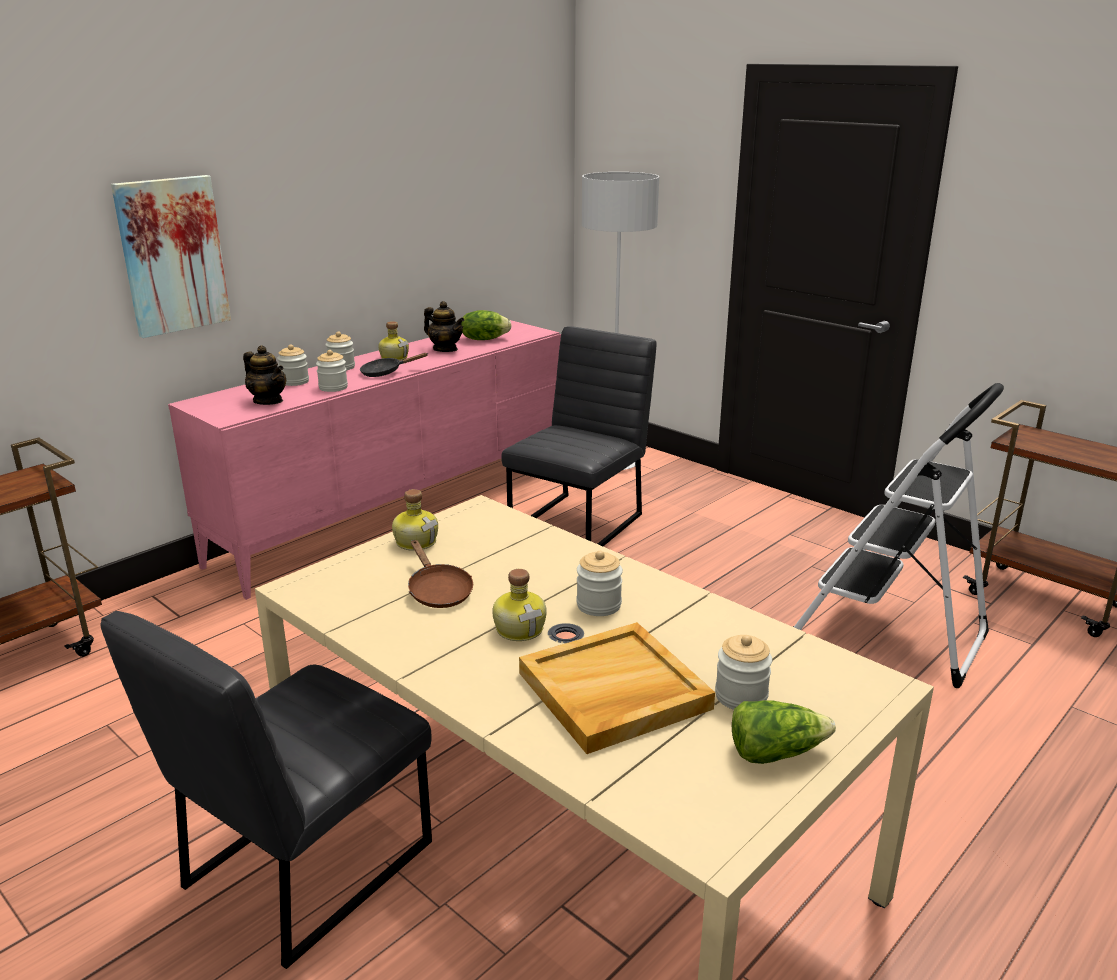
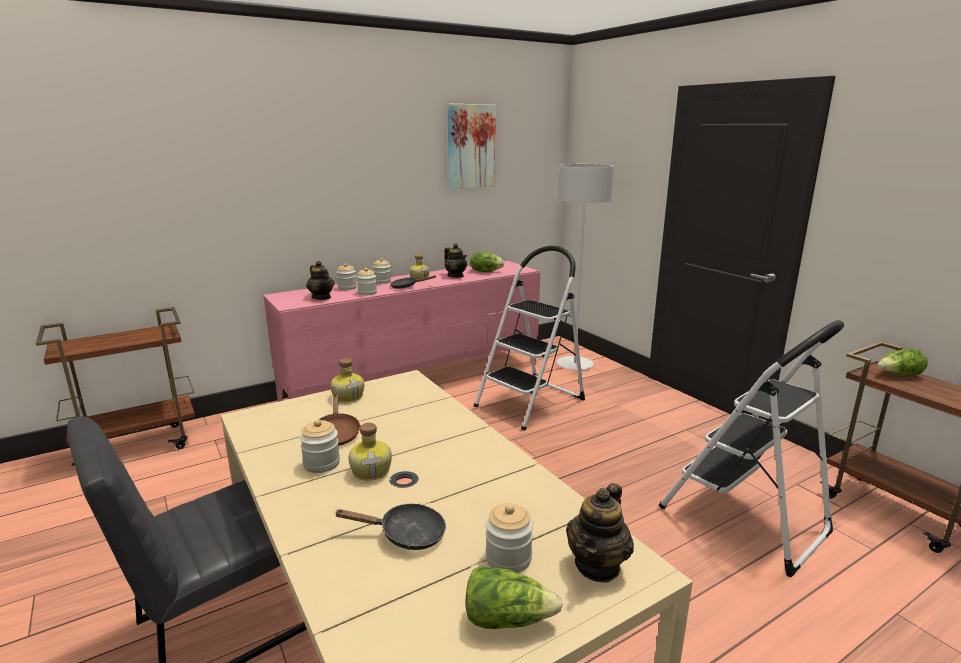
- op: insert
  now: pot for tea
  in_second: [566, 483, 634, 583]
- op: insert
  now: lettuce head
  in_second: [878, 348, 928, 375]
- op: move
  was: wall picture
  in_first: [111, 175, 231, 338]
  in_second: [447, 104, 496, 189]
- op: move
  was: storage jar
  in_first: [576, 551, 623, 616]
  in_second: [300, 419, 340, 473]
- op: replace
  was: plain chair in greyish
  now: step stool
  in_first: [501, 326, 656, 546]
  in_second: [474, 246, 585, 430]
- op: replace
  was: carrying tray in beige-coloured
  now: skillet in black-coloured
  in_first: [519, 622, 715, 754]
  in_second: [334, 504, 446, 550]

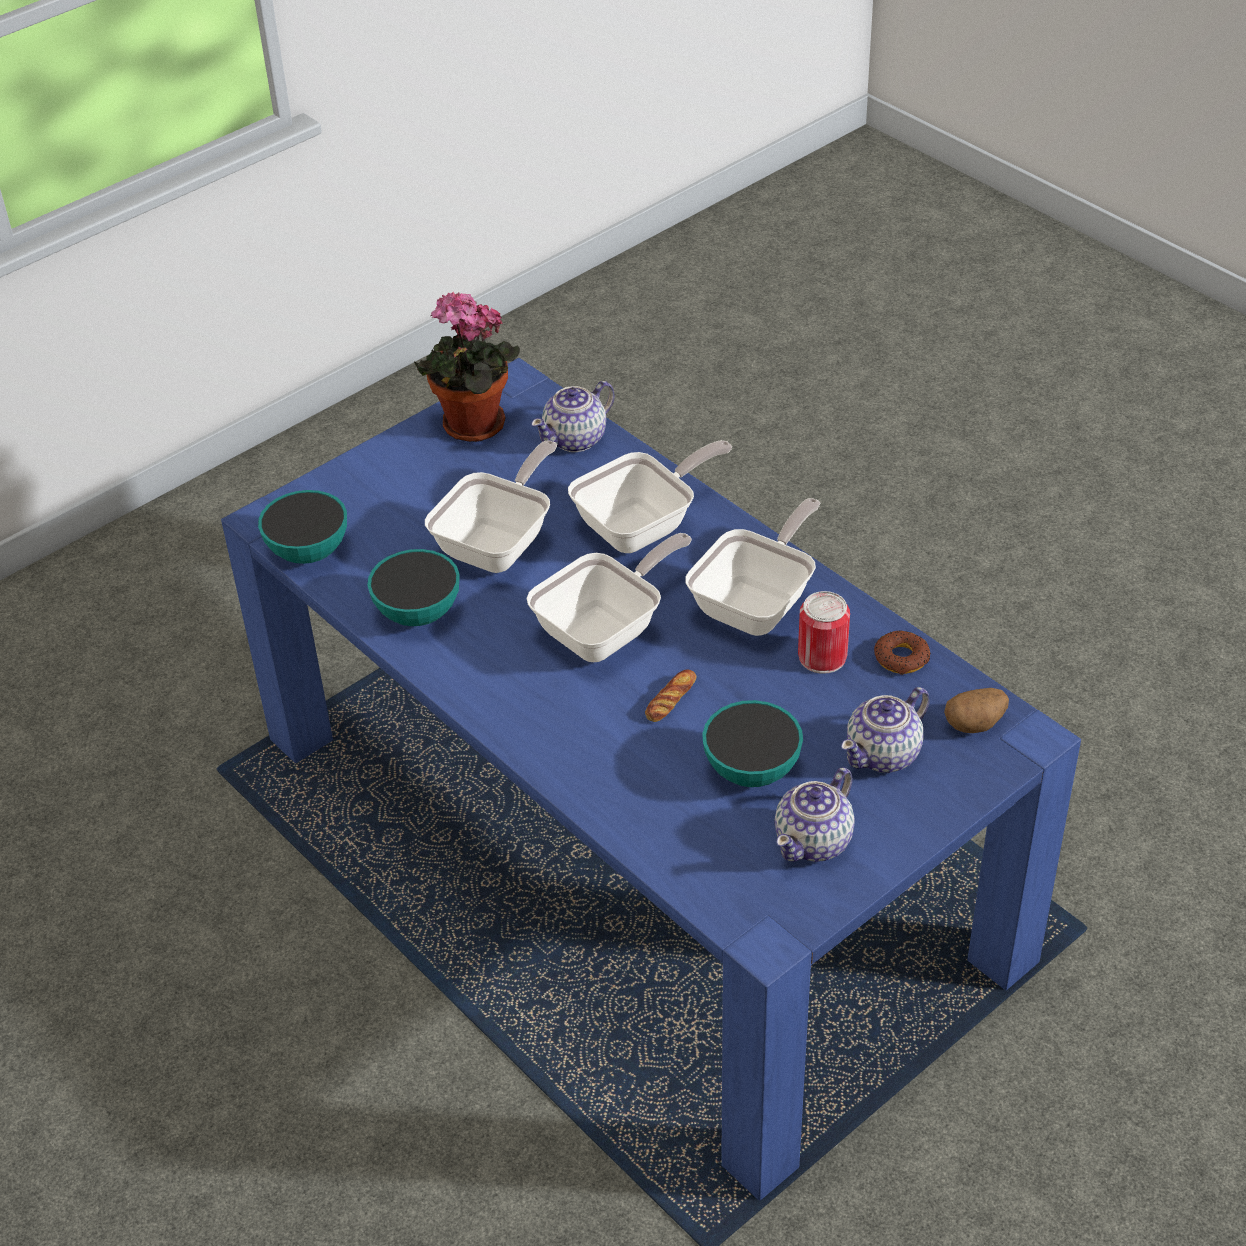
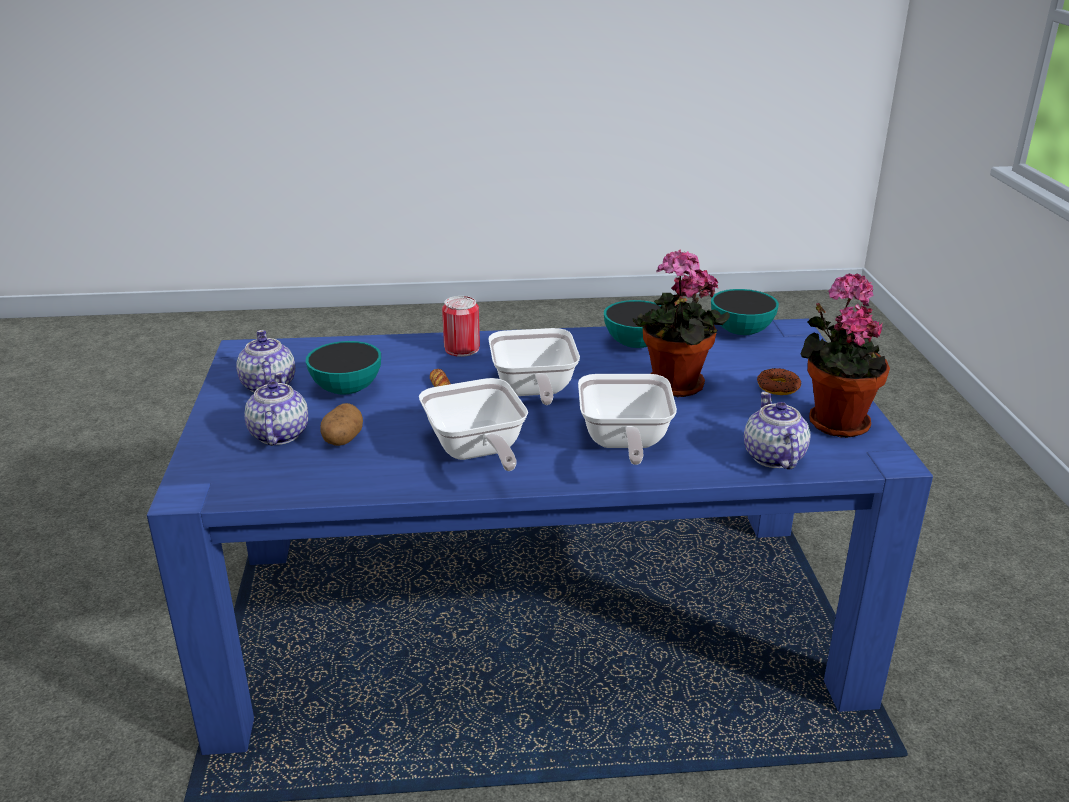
- op: move
  was: sealed can
  in_first: [798, 591, 850, 674]
  in_second: [442, 296, 480, 357]
- op: move
  was: ring doughnut
  in_first: [874, 630, 931, 675]
  in_second: [757, 368, 801, 395]
- op: move
  was: whole potato
  in_first: [944, 688, 1009, 733]
  in_second: [321, 403, 363, 446]
- op: replace
  was: skillet
  now: plant in a pot
  in_first: [425, 440, 557, 573]
  in_second: [633, 249, 730, 397]

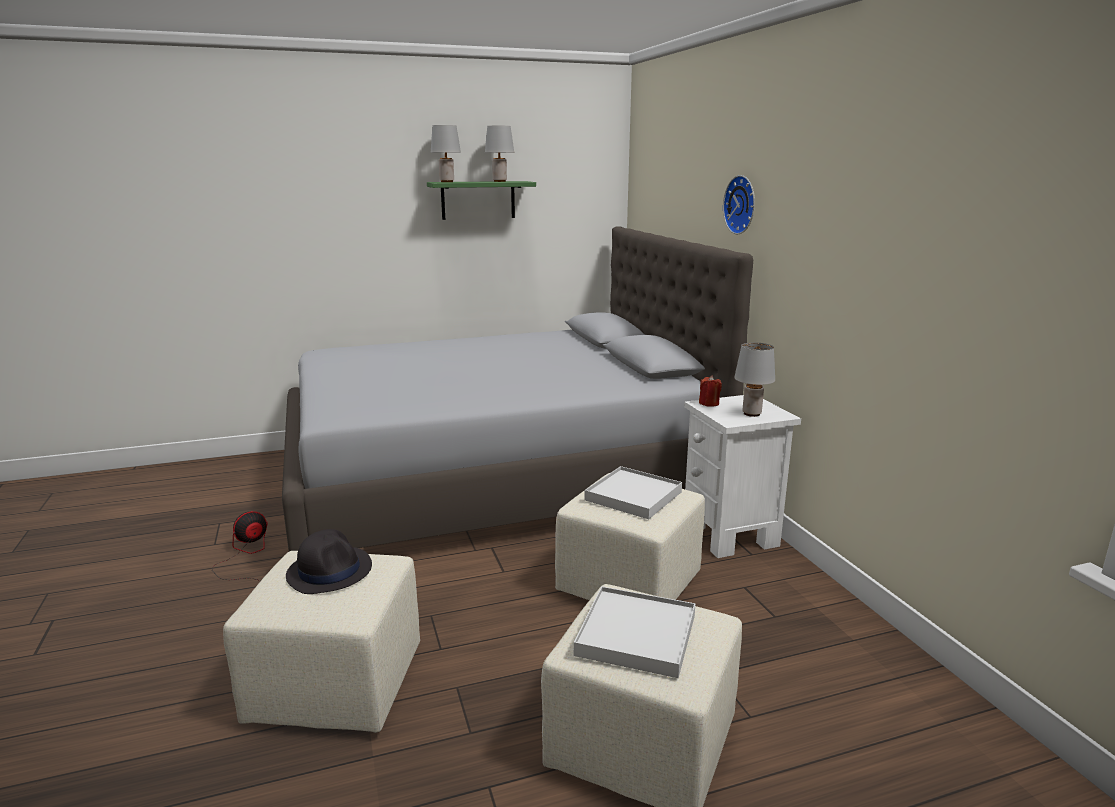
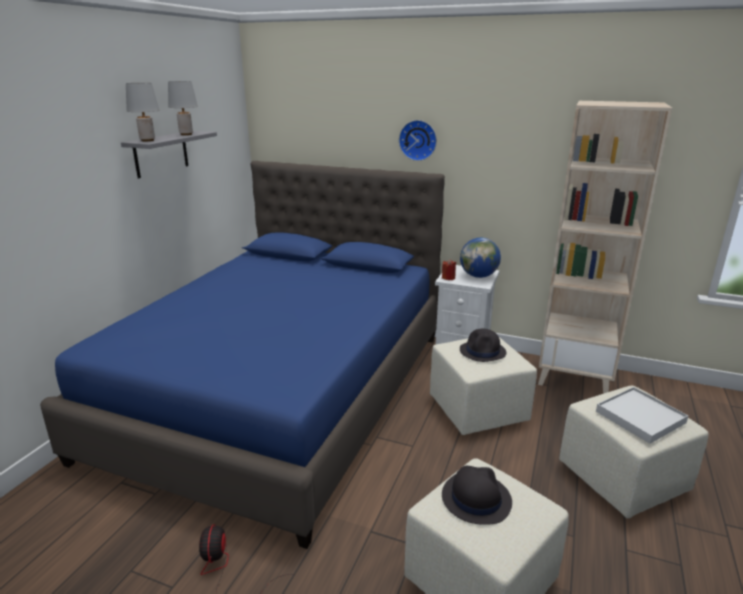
- op: insert
  now: bookcase in beige-coloured
  in_second: [538, 101, 672, 394]
- op: replace
  was: carrying tray in white-coloured
  now: clothing hat in black-coloured
  in_first: [584, 466, 682, 519]
  in_second: [460, 329, 506, 362]
- op: replace
  was: lamp for a table in greyish
  now: desk globe
  in_first: [734, 342, 775, 417]
  in_second: [460, 238, 501, 278]
- op: recolor
  was: bedroom bed in greyish
  now: bedroom bed in bluish
  in_first: [282, 226, 753, 551]
  in_second: [40, 161, 445, 549]
- op: recolor
  was: bracket shelf in green
  now: bracket shelf in greyish
  in_first: [427, 181, 536, 220]
  in_second: [121, 131, 217, 178]

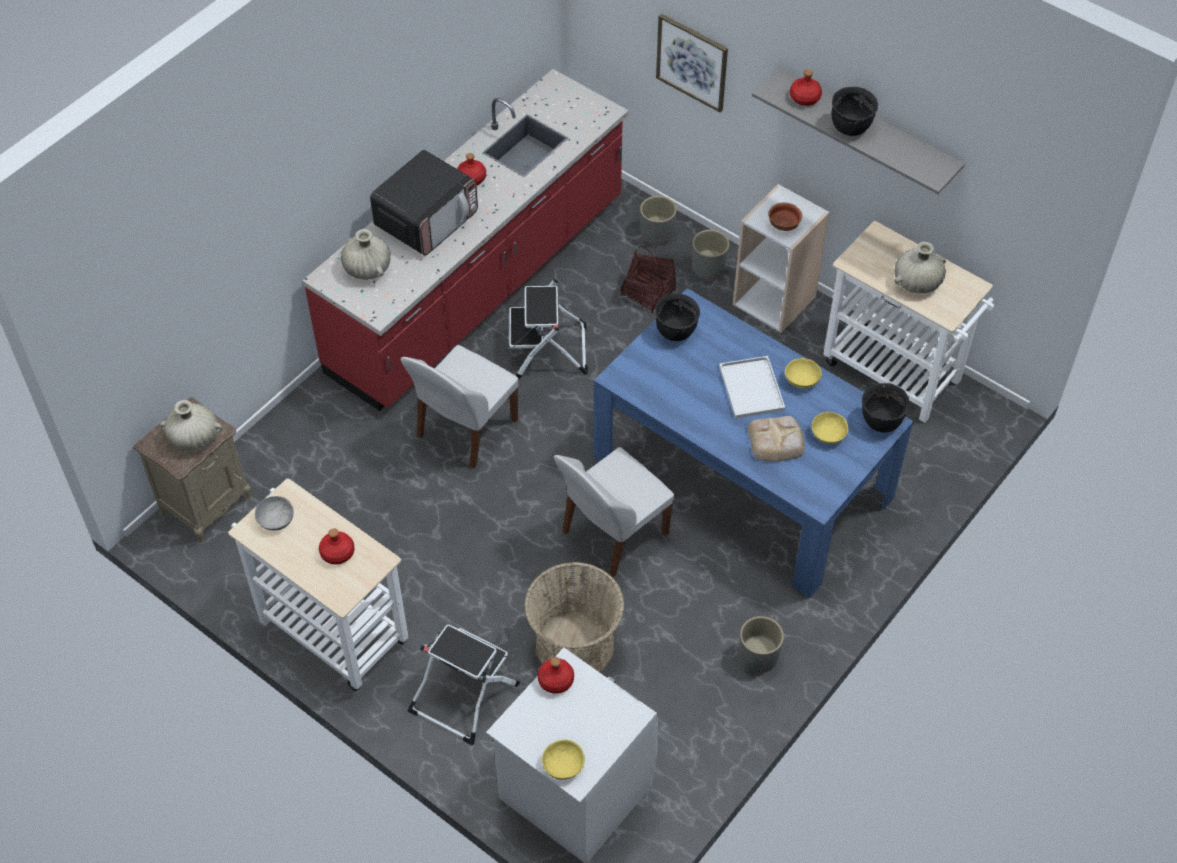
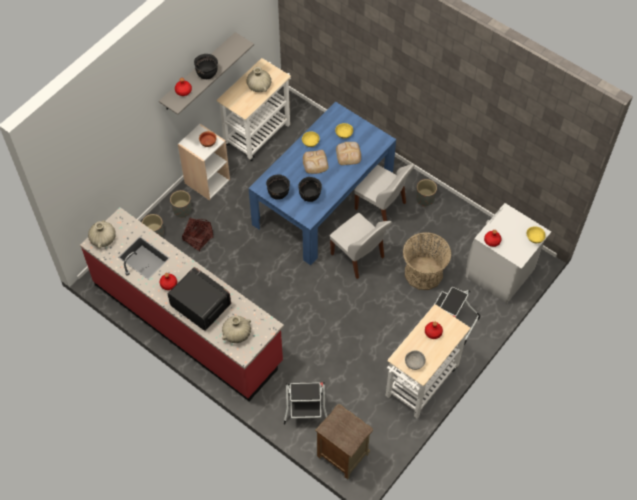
- op: delete
  was: wall picture
  in_first: [656, 14, 728, 112]
- op: move
  was: vase in beige-coloured
  in_first: [160, 400, 222, 451]
  in_second: [88, 220, 116, 248]
- op: move
  was: plain chair in white-coloured
  in_first: [401, 345, 518, 469]
  in_second: [354, 164, 415, 221]
- op: move
  was: step stool
  in_first: [509, 279, 588, 379]
  in_second: [284, 382, 327, 424]
- op: move
  was: saucepot in black-coloured
  in_first: [862, 383, 909, 433]
  in_second: [298, 177, 322, 202]
- op: replace
  was: carrying tray in white-coloured
  now: baked bread
  in_first: [719, 356, 785, 419]
  in_second: [303, 150, 329, 174]

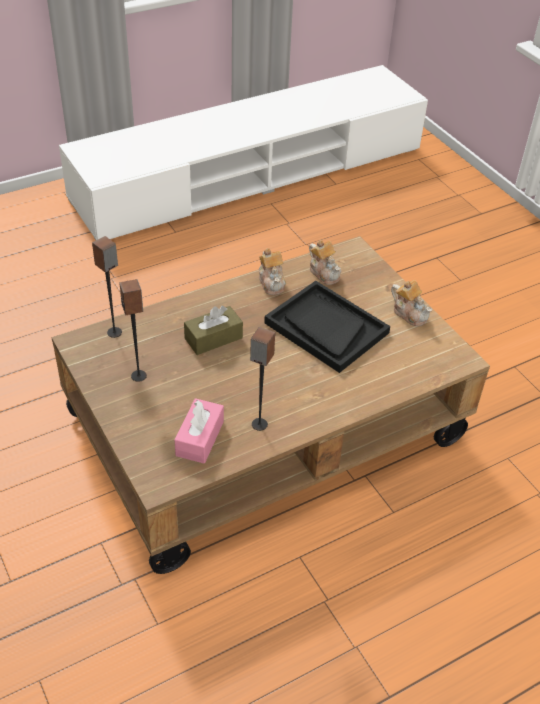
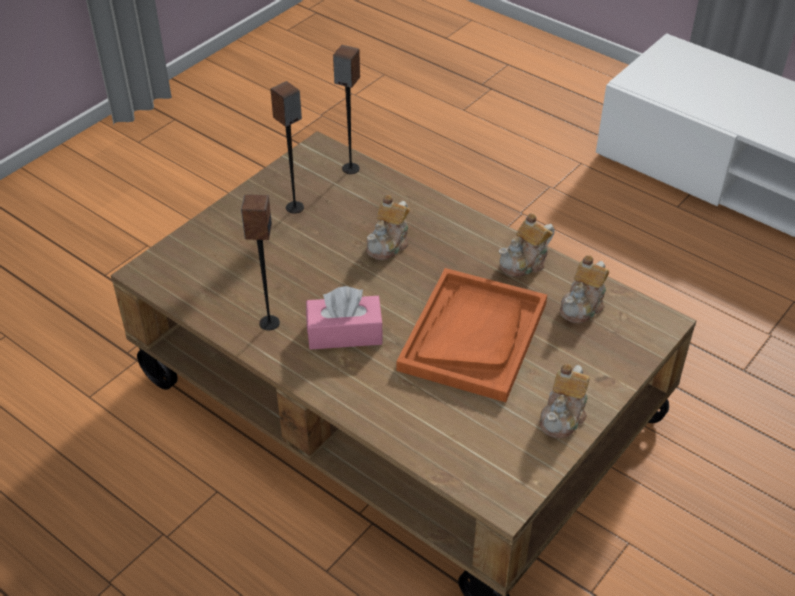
- op: move
  was: box of tissues in pinkish
  in_first: [175, 398, 224, 463]
  in_second: [306, 286, 382, 350]
- op: replace
  was: box of tissues in brown
  now: pot for tea
  in_first: [184, 306, 243, 355]
  in_second: [367, 195, 410, 260]
- op: recolor
  was: carrying tray in black-coloured
  now: carrying tray in orange-coloured
  in_first: [264, 281, 390, 373]
  in_second: [397, 268, 547, 402]

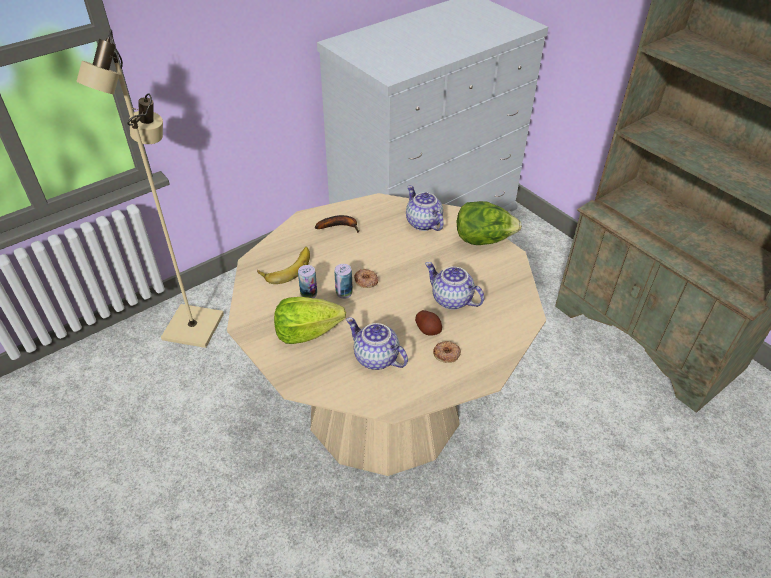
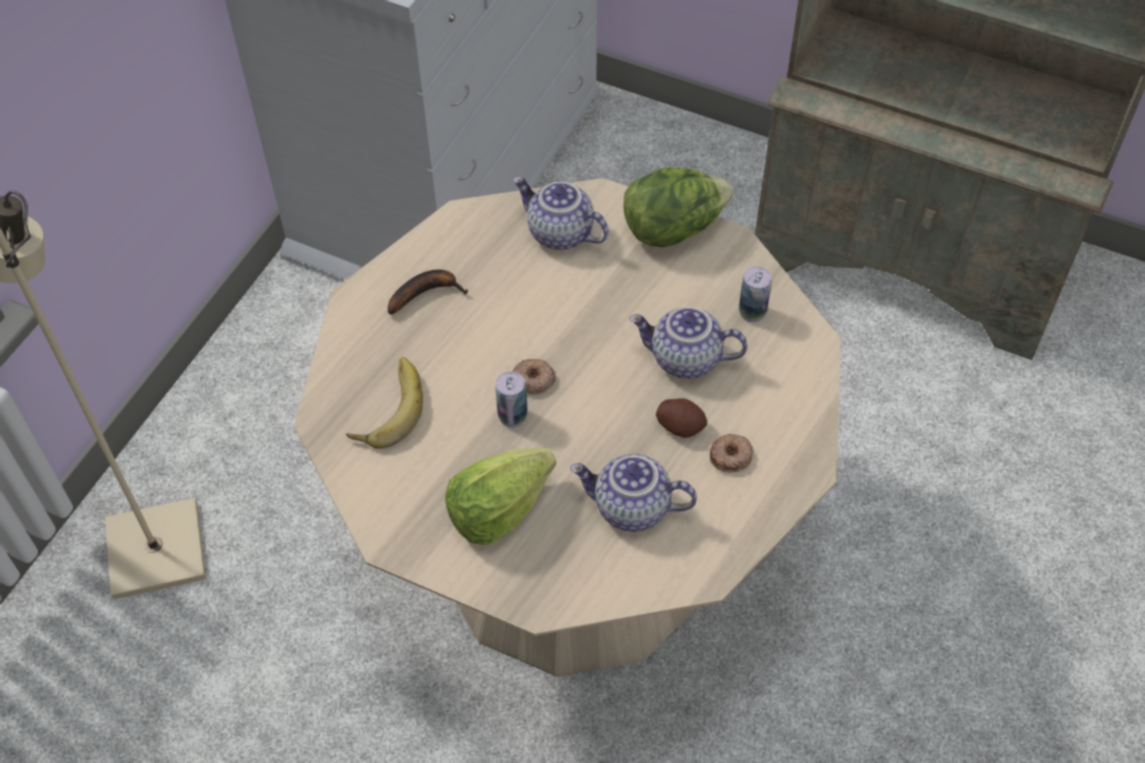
- op: move
  was: sealed can
  in_first: [298, 265, 317, 298]
  in_second: [739, 266, 772, 322]

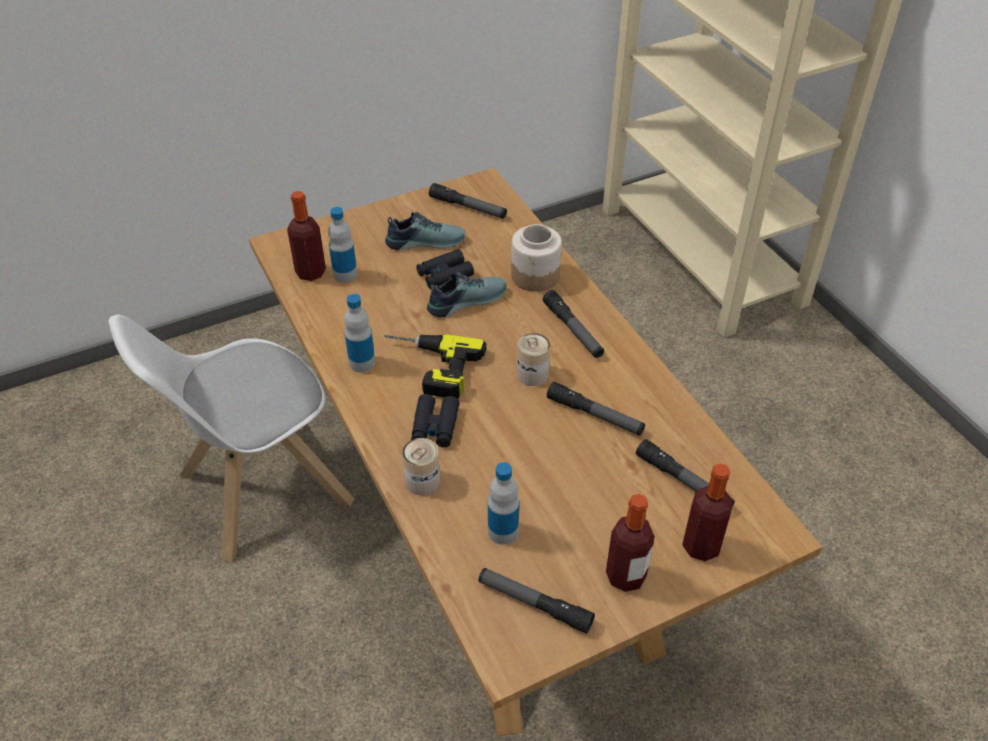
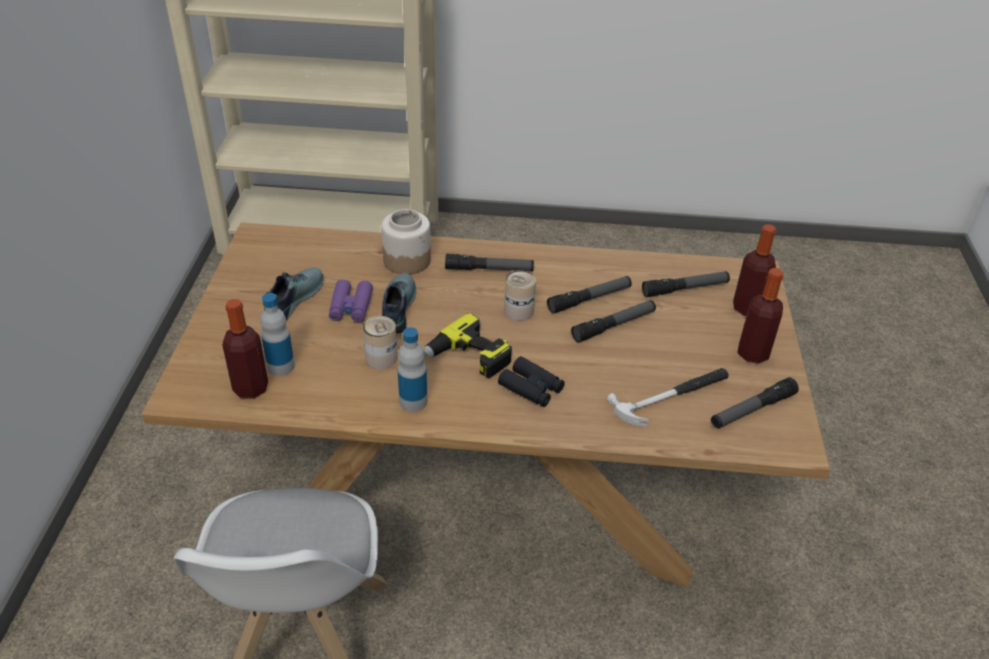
- op: move
  was: sealed can
  in_first: [402, 438, 440, 495]
  in_second: [363, 316, 397, 369]
- op: move
  was: torch
  in_first: [429, 183, 507, 219]
  in_second: [571, 300, 656, 343]
- op: replace
  was: beverage bottle
  now: hammer
  in_first: [488, 462, 519, 545]
  in_second: [606, 368, 729, 427]
- op: recolor
  was: pair of binoculars in black-coloured
  now: pair of binoculars in purple
  in_first: [416, 249, 474, 289]
  in_second: [329, 280, 373, 322]

